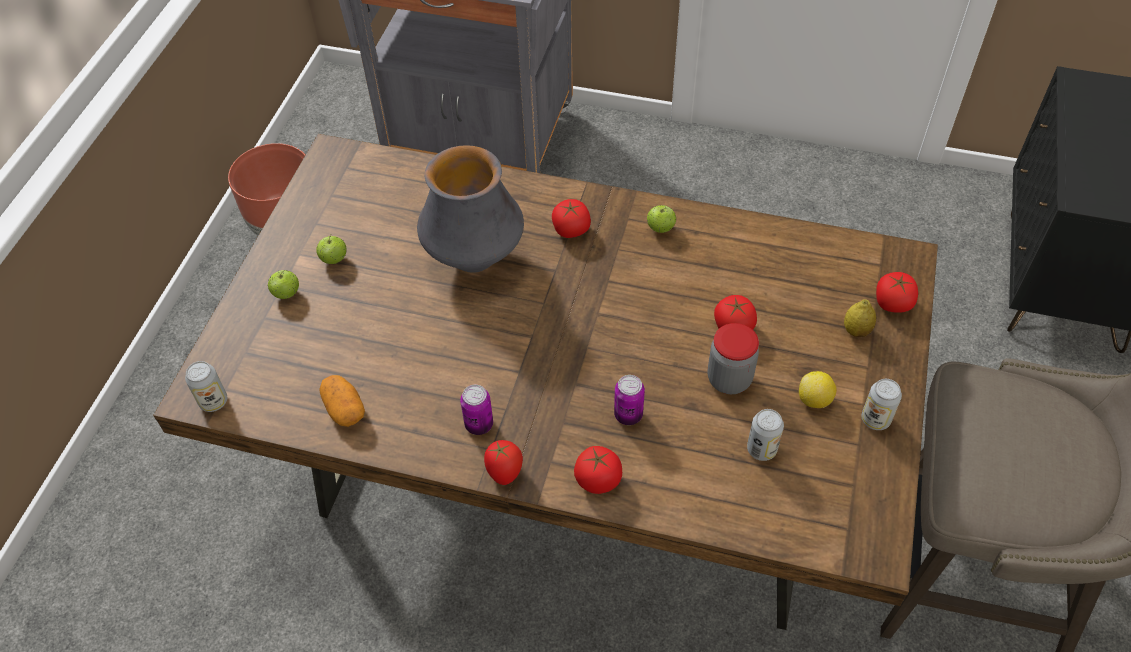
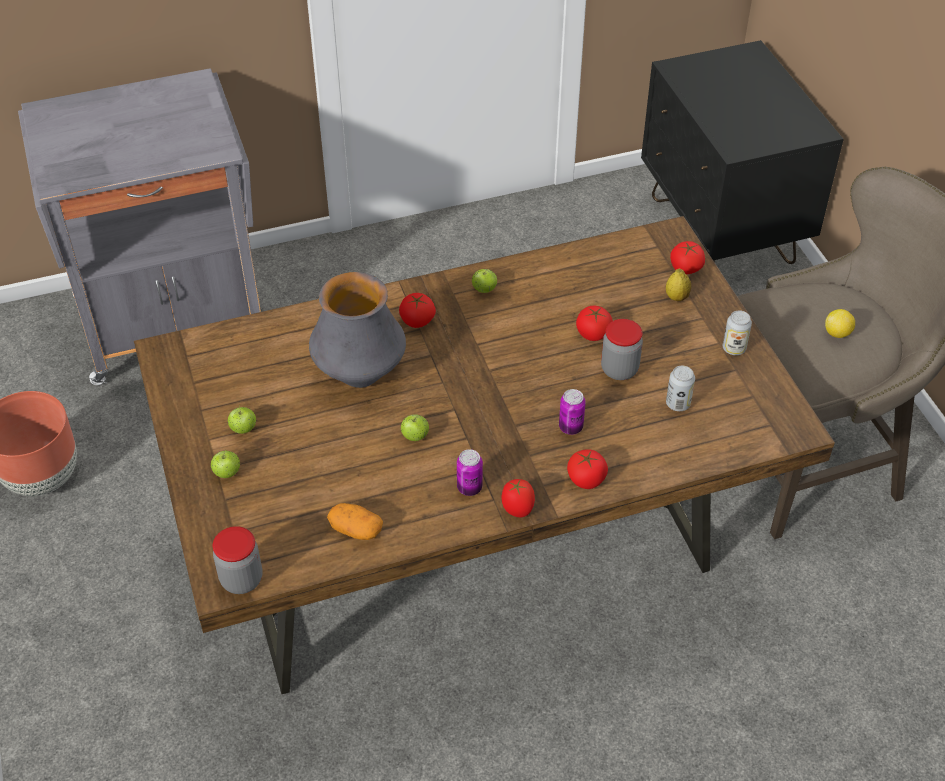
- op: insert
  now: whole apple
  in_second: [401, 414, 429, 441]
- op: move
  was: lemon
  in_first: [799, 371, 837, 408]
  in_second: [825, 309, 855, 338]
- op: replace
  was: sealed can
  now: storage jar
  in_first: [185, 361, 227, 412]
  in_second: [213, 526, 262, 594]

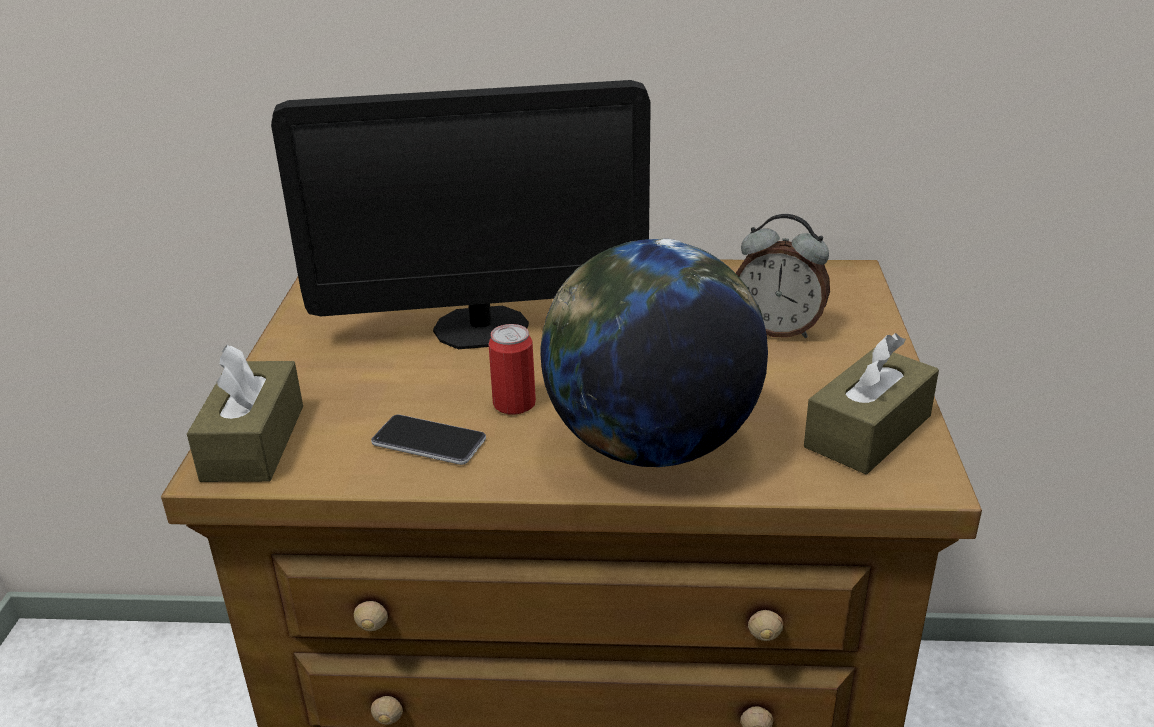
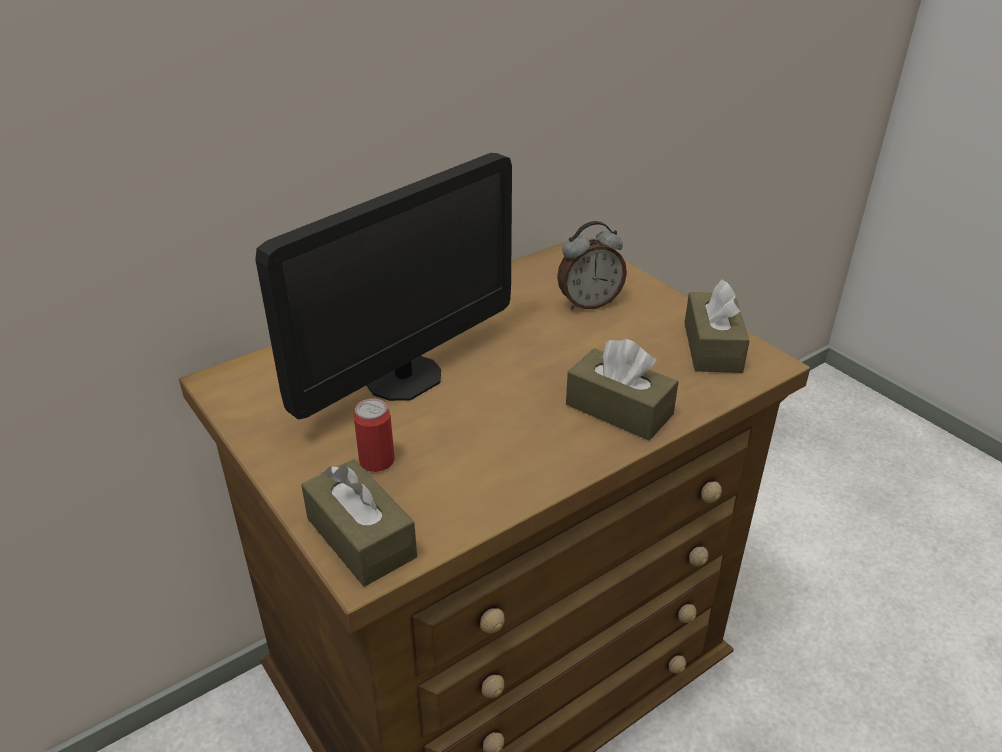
- op: delete
  was: telephone
  in_first: [371, 415, 486, 465]
- op: move
  was: sealed can
  in_first: [488, 324, 536, 415]
  in_second: [354, 399, 395, 472]
- op: replace
  was: desk globe
  now: box of tissues in brown
  in_first: [540, 239, 768, 467]
  in_second: [566, 339, 678, 440]

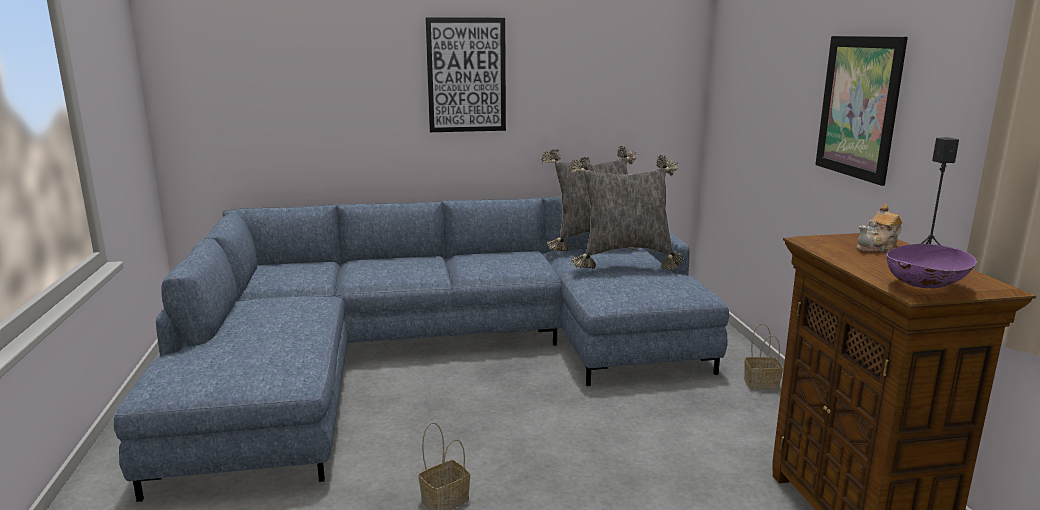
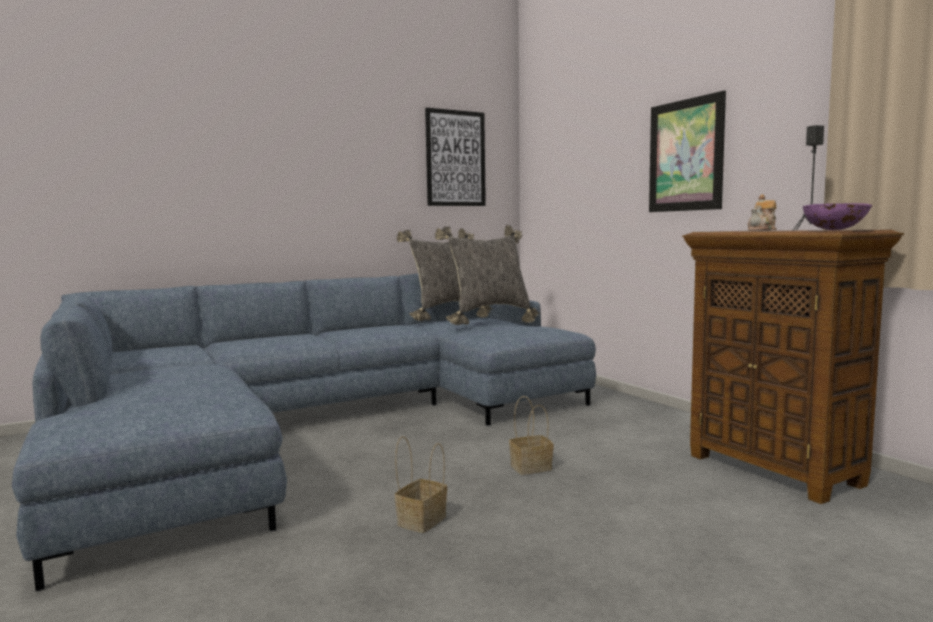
- op: move
  was: wall picture
  in_first: [425, 17, 506, 132]
  in_second: [425, 108, 486, 206]
- op: move
  was: basket
  in_first: [744, 323, 783, 390]
  in_second: [509, 396, 554, 475]

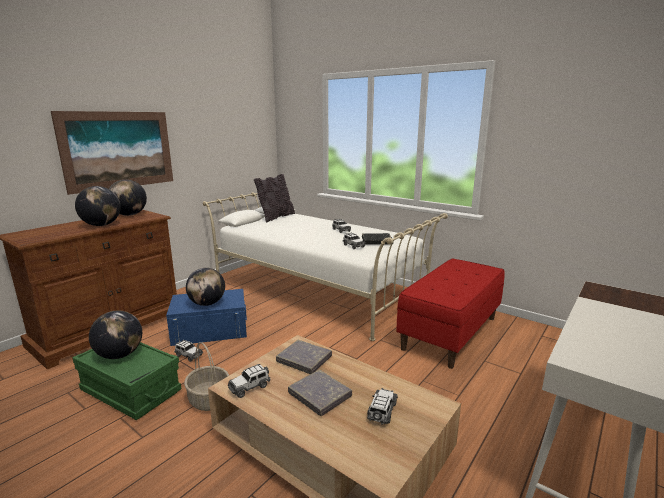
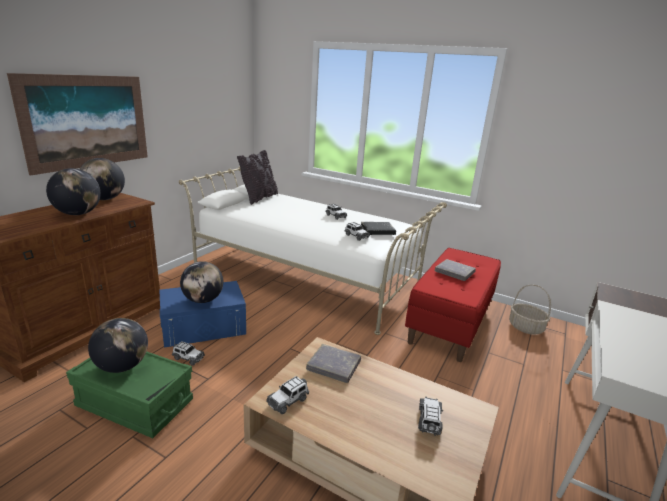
- op: move
  was: basket
  in_first: [184, 342, 229, 411]
  in_second: [509, 285, 551, 335]
- op: move
  was: bound book in greyish
  in_first: [288, 369, 352, 416]
  in_second: [435, 259, 476, 281]

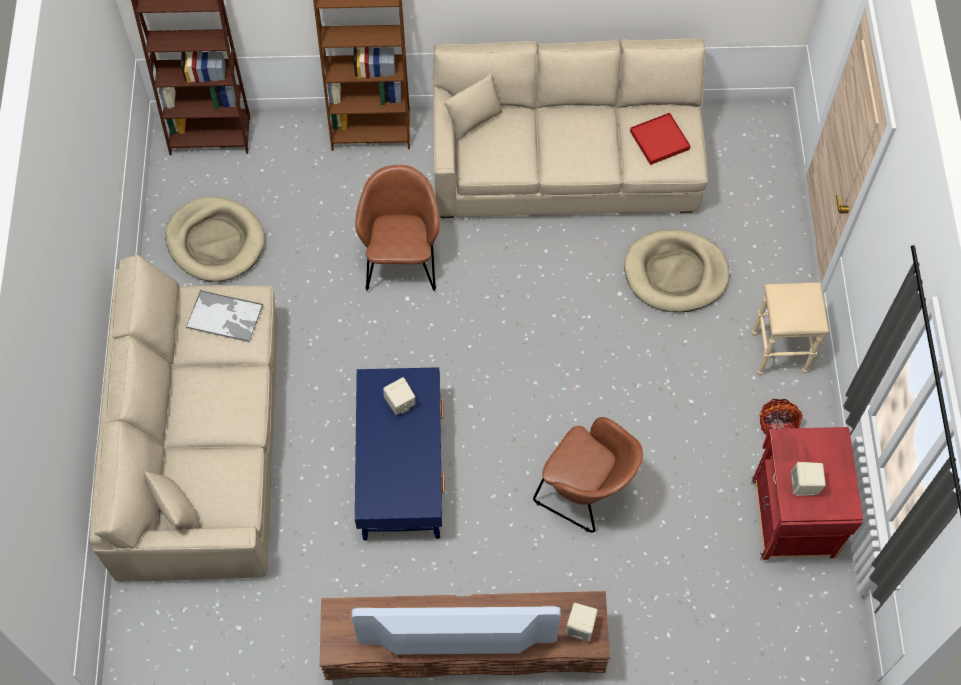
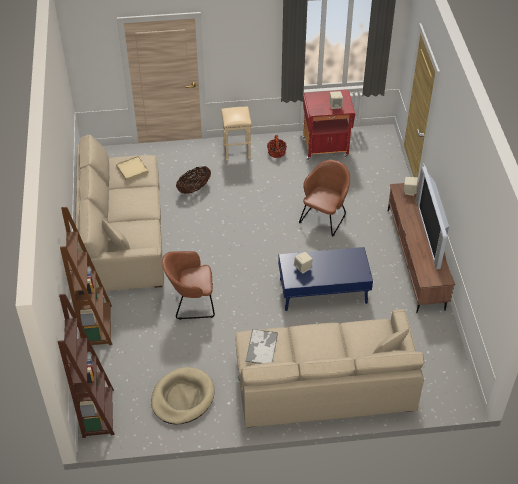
- op: replace
  was: dog bed in beige-coloured
  now: basket
  in_first: [624, 230, 729, 312]
  in_second: [176, 166, 211, 194]
- op: recolor
  was: carrying tray in reddish
  now: carrying tray in beige-coloured
  in_first: [630, 113, 691, 165]
  in_second: [116, 156, 149, 181]

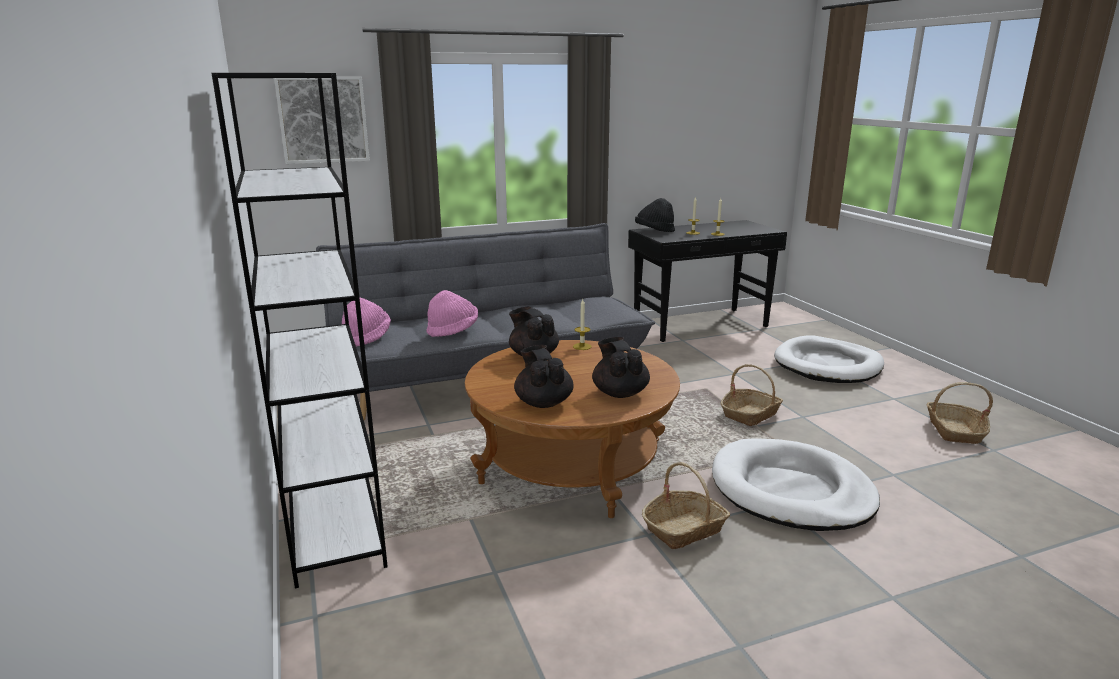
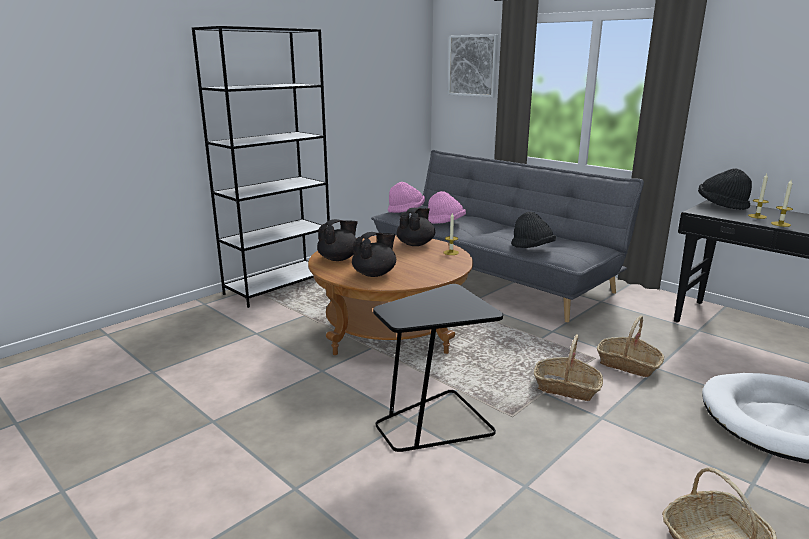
- op: insert
  now: clothing hat in black-coloured
  in_second: [511, 212, 556, 248]
- op: move
  was: basket
  in_first: [642, 462, 730, 549]
  in_second: [597, 315, 664, 377]
- op: replace
  was: dog bed in white-coloured
  now: end table in black-coloured
  in_first: [712, 438, 880, 531]
  in_second: [373, 284, 504, 452]

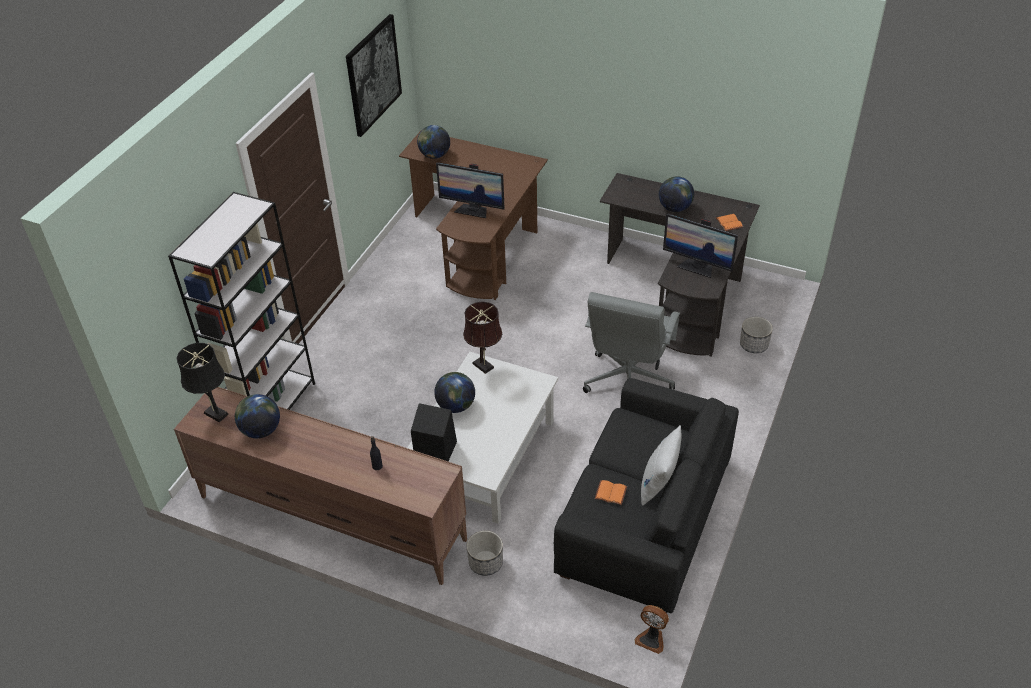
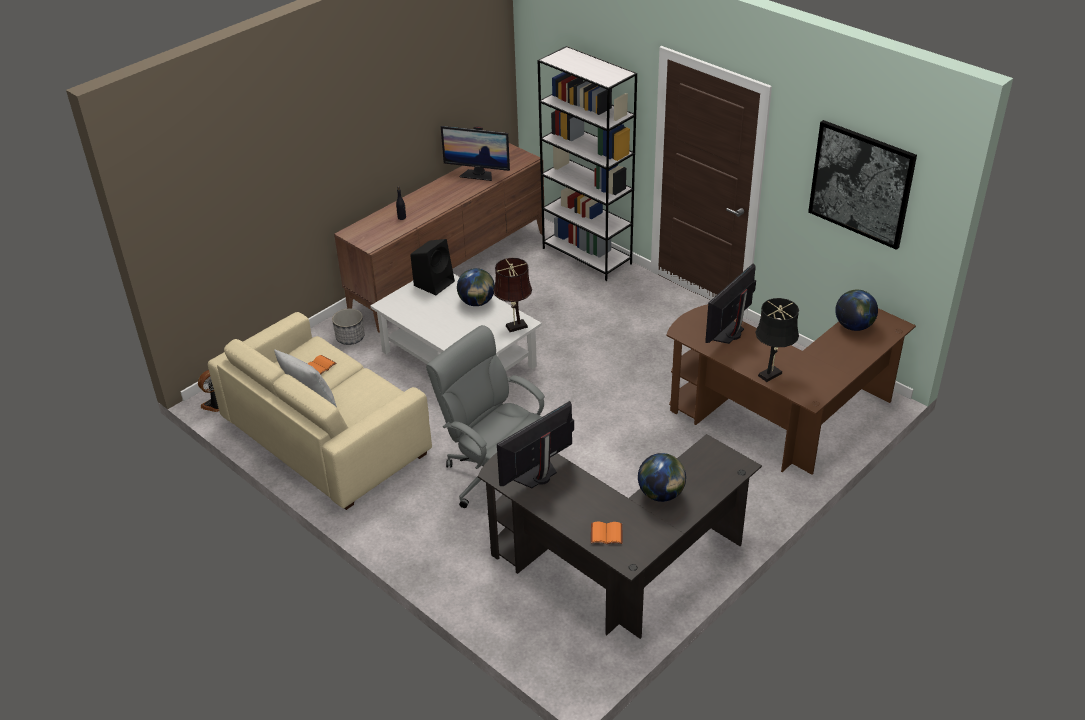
- op: delete
  was: planter
  in_first: [740, 317, 773, 353]
- op: move
  was: lamp for a table in black-coloured
  in_first: [176, 343, 229, 423]
  in_second: [755, 298, 799, 382]
- op: replace
  was: desk globe
  now: computer screen
  in_first: [235, 394, 280, 438]
  in_second: [441, 126, 510, 181]
- op: recolor
  was: settee in black-coloured
  now: settee in beige-coloured
  in_first: [554, 378, 739, 613]
  in_second: [208, 312, 432, 510]

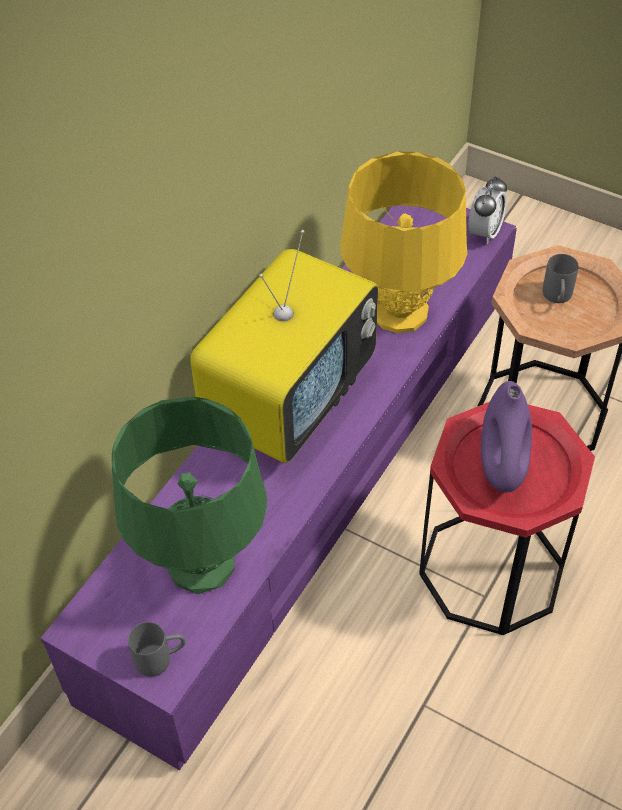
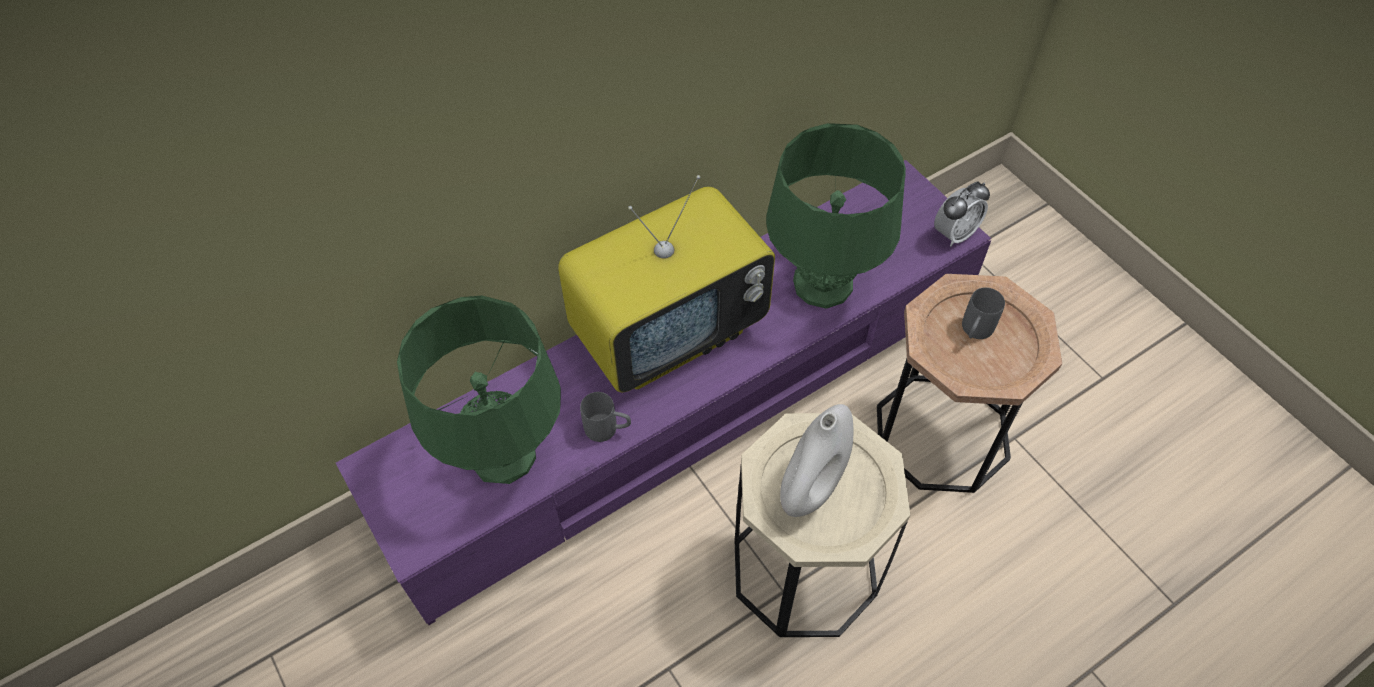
- op: move
  was: tea mug in greyish
  in_first: [128, 622, 186, 677]
  in_second: [580, 392, 631, 442]
- op: recolor
  was: lamp for a table in yellow-coloured
  now: lamp for a table in green
  in_first: [340, 151, 467, 333]
  in_second: [766, 123, 906, 309]
- op: recolor
  was: end table in reddish
  now: end table in beige-coloured
  in_first: [419, 402, 595, 635]
  in_second: [735, 413, 910, 637]
- op: recolor
  was: vase in purple
  now: vase in white-coloured
  in_first: [481, 381, 532, 493]
  in_second: [780, 404, 853, 517]

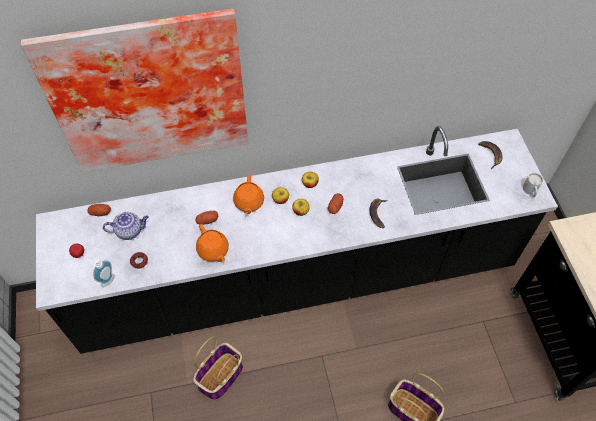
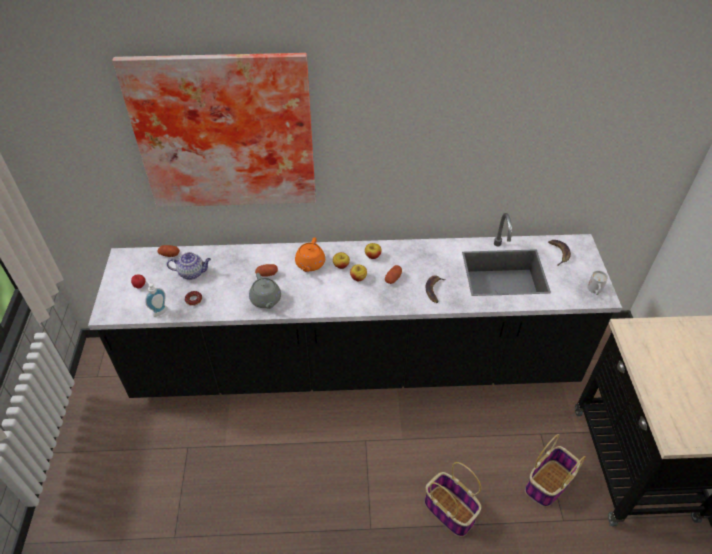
- op: move
  was: basket
  in_first: [193, 337, 243, 400]
  in_second: [525, 434, 586, 507]
- op: recolor
  was: pot for tea in orange-coloured
  now: pot for tea in greyish
  in_first: [196, 224, 229, 262]
  in_second: [249, 273, 281, 309]

